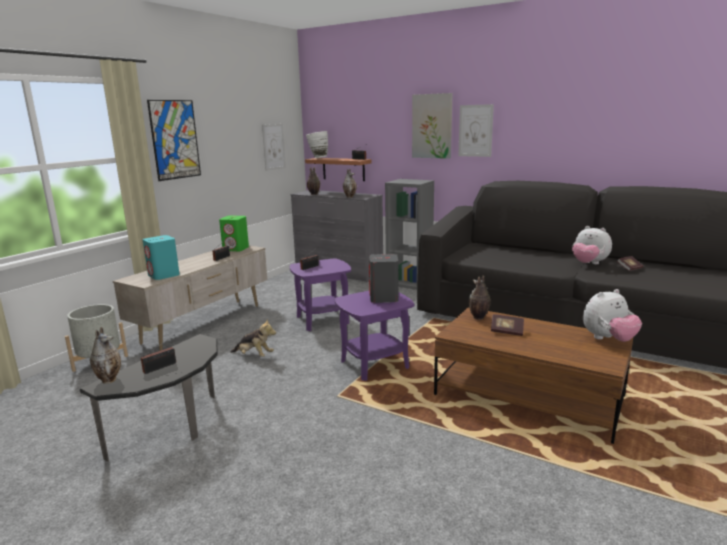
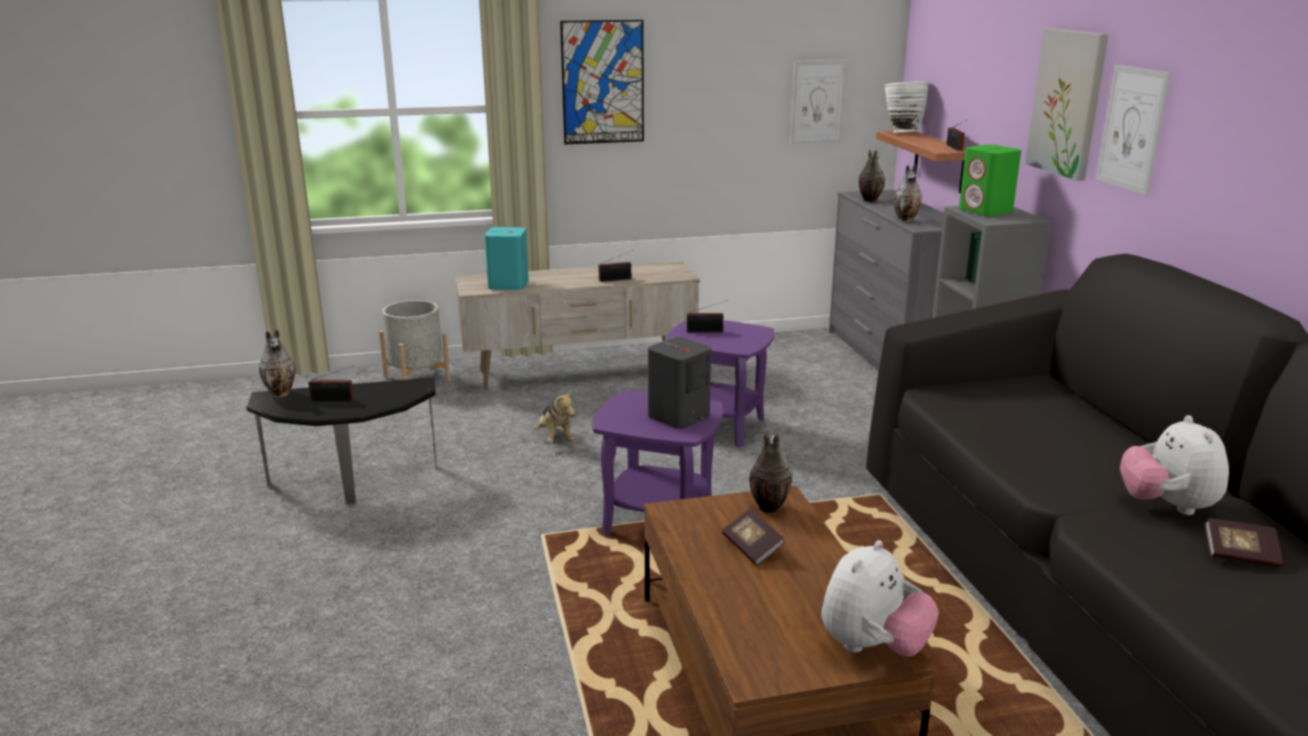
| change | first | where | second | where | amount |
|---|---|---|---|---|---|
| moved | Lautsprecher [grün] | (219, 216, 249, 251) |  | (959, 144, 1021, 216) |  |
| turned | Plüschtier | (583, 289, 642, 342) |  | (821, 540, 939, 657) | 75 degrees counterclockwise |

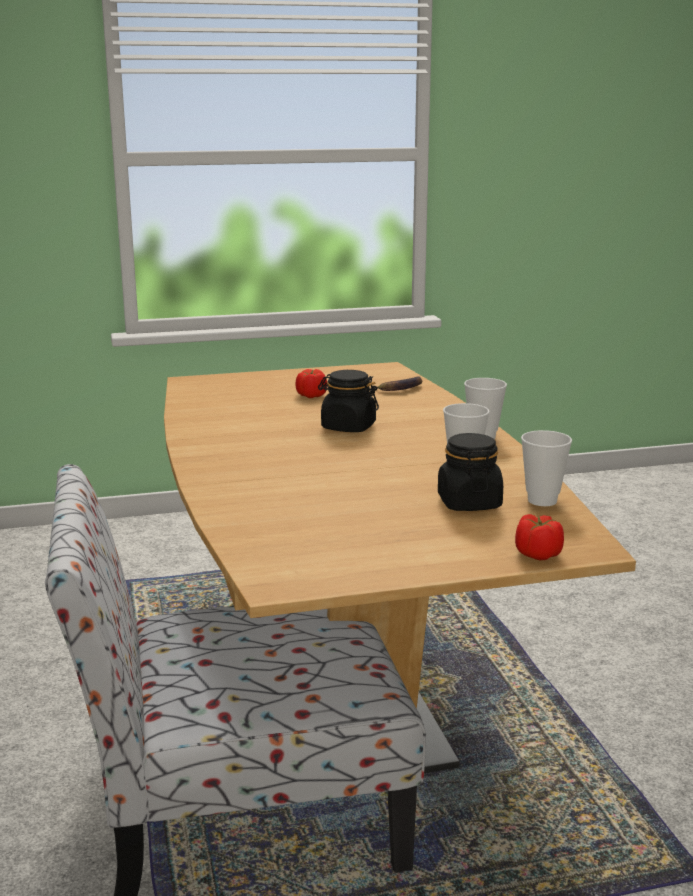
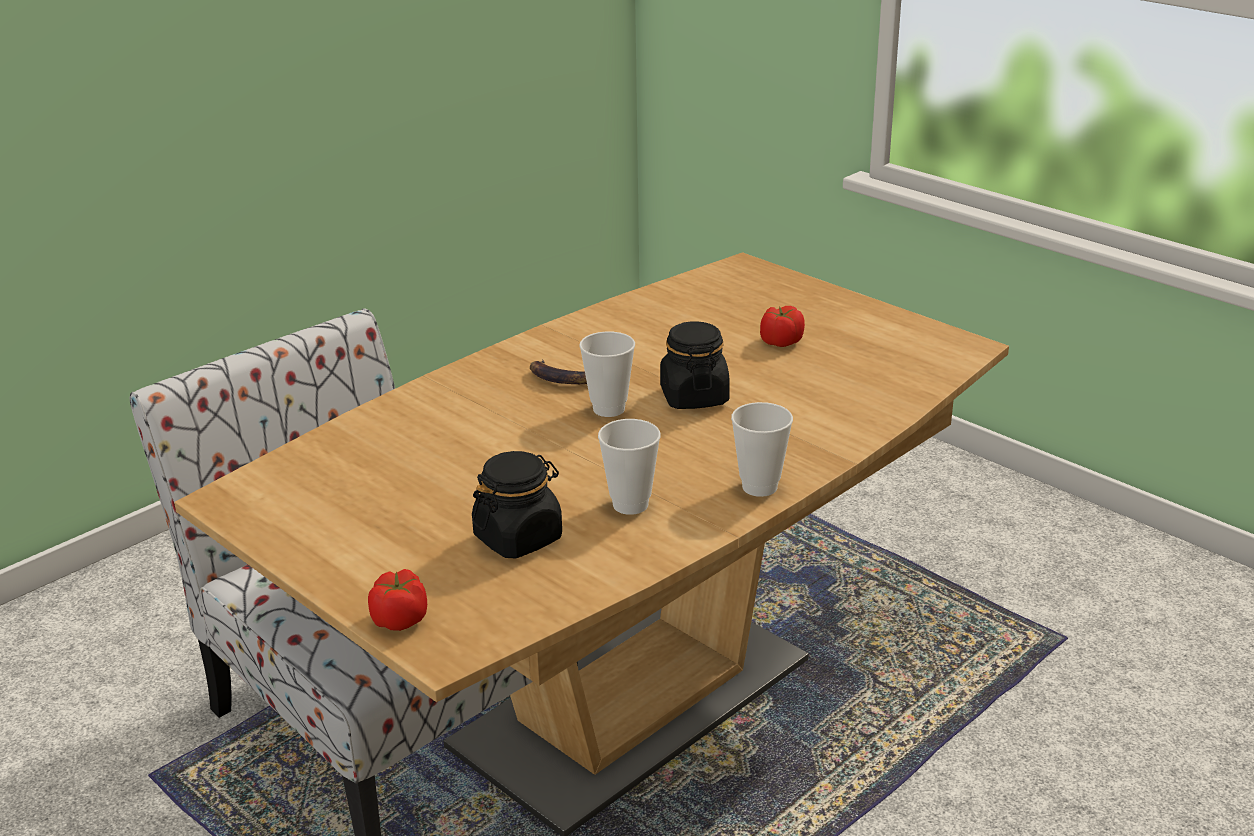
| change | first | where | second | where | amount |
|---|---|---|---|---|---|
| moved | Banane | (373, 376, 422, 391) |  | (530, 360, 587, 384) |  |
| moved | Tasse | (521, 430, 572, 506) |  | (579, 332, 635, 417) |  |

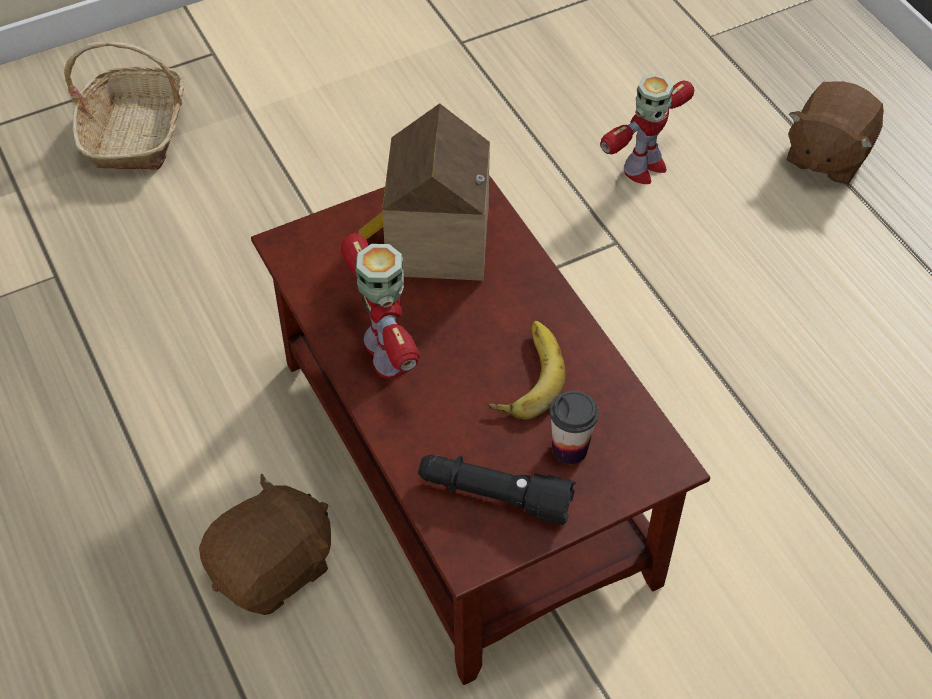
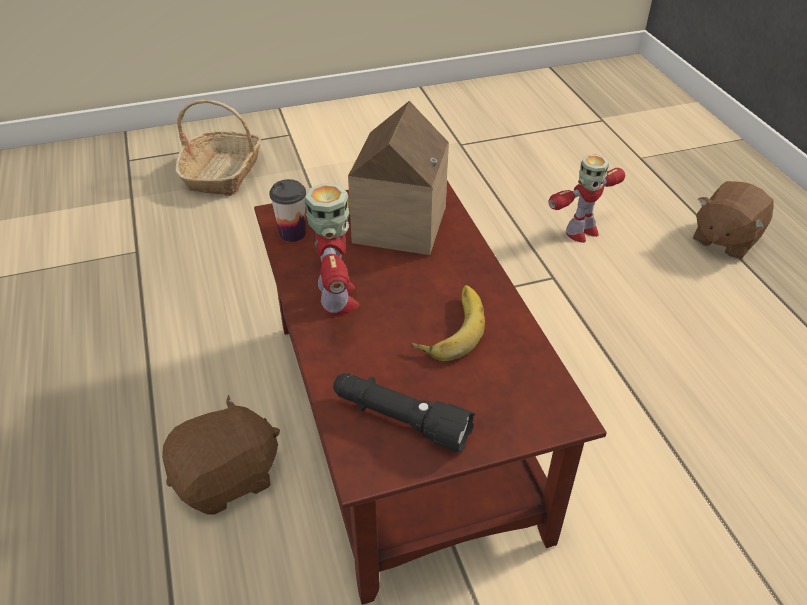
| change | first | where | second | where | amount |
|---|---|---|---|---|---|
| moved | Tasse | (550, 390, 599, 464) |  | (269, 179, 306, 242) |  |

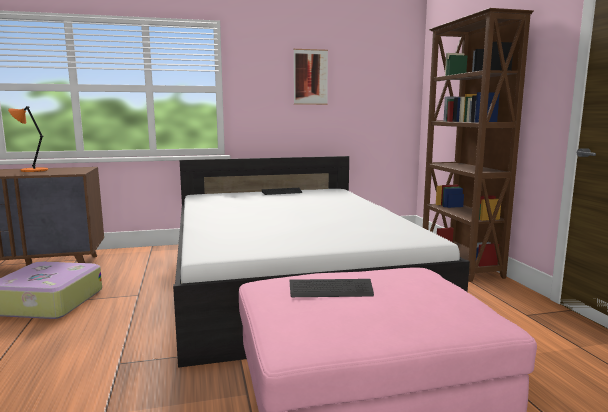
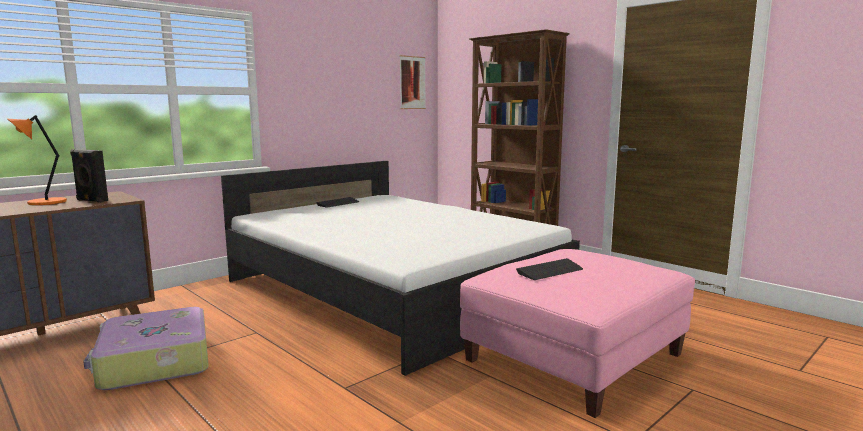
| change | first | where | second | where | amount |
|---|---|---|---|---|---|
| added |  |  | Lautsprecher [schwarz] | (70, 149, 108, 203) |  |
| moved | Bild | (294, 49, 328, 105) |  | (400, 55, 426, 109) |  |

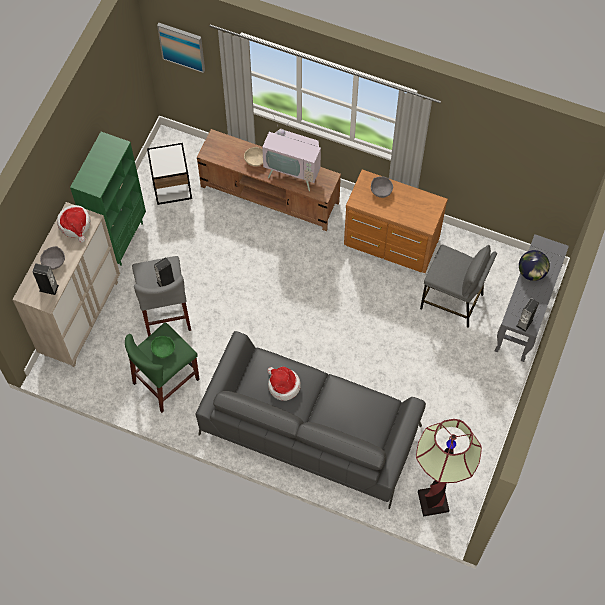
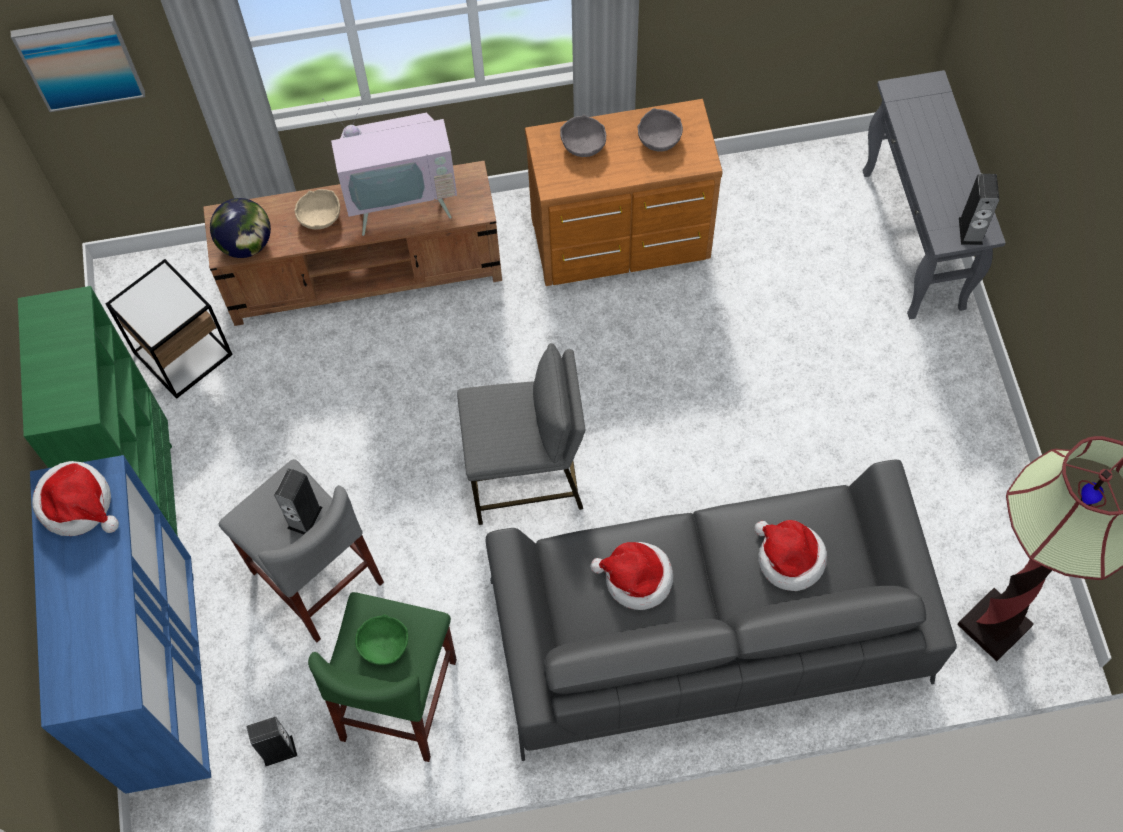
| change | first | where | second | where | amount |
|---|---|---|---|---|---|
| added |  |  | Hut | (755, 520, 827, 591) |  |
| moved | Lautsprecher | (33, 263, 59, 295) |  | (246, 717, 297, 767) |  |
| moved | Schüssel [grau] | (40, 246, 65, 270) |  | (638, 108, 683, 152) |  |
| moved | Hocker [grau] | (420, 245, 497, 328) |  | (457, 343, 585, 525) |  |
| moved | Globus | (519, 250, 550, 281) |  | (210, 198, 271, 258) |  |
| recoloured | Schrank [beige] | (13, 202, 120, 367) | Schrank [blau] | (30, 455, 211, 794) |  |

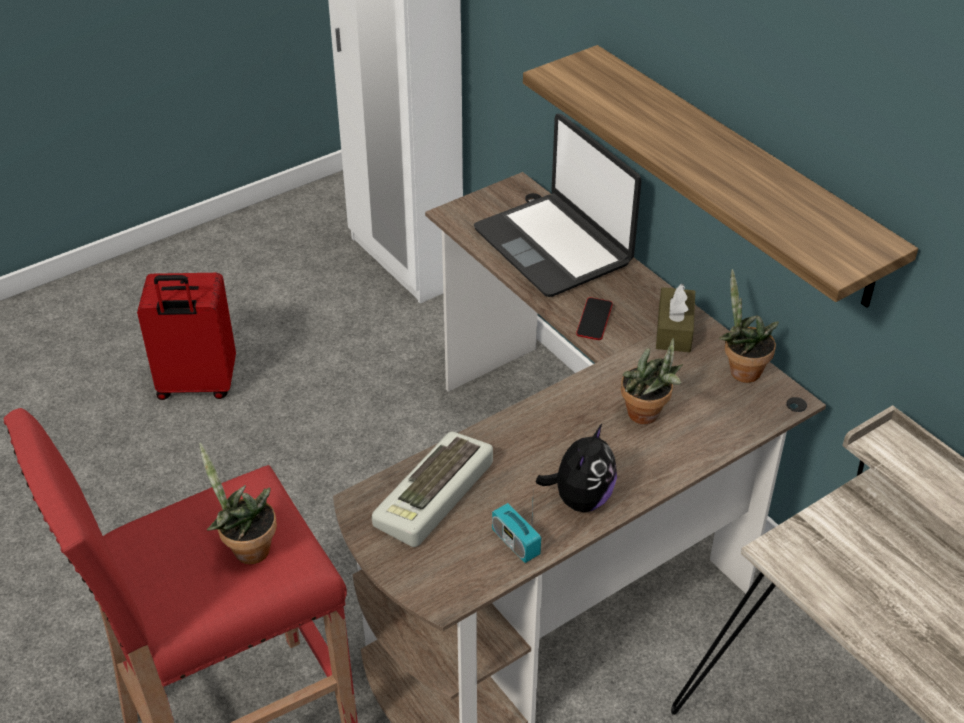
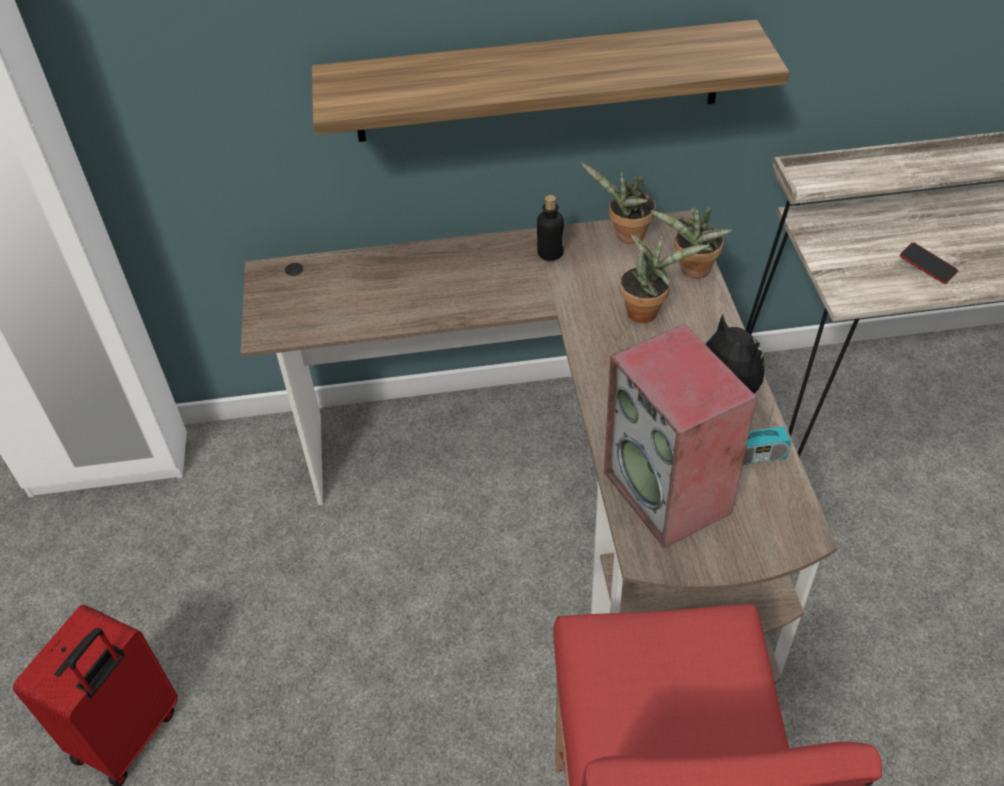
| change | first | where | second | where | amount |
|---|---|---|---|---|---|
| removed | Laptop | (474, 114, 642, 297) |  |  |  |
| moved | Topfpflanze | (199, 443, 277, 564) |  | (650, 207, 732, 279) |  |
| moved | Handy | (576, 297, 613, 340) |  | (900, 243, 958, 284) |  |
| replaced | Tastatur | (372, 432, 493, 547) | Lautsprecher | (604, 324, 757, 548) |  |
| replaced | Taschentuchbox [braun] | (656, 284, 695, 352) | Flasche | (537, 195, 564, 261) |  |

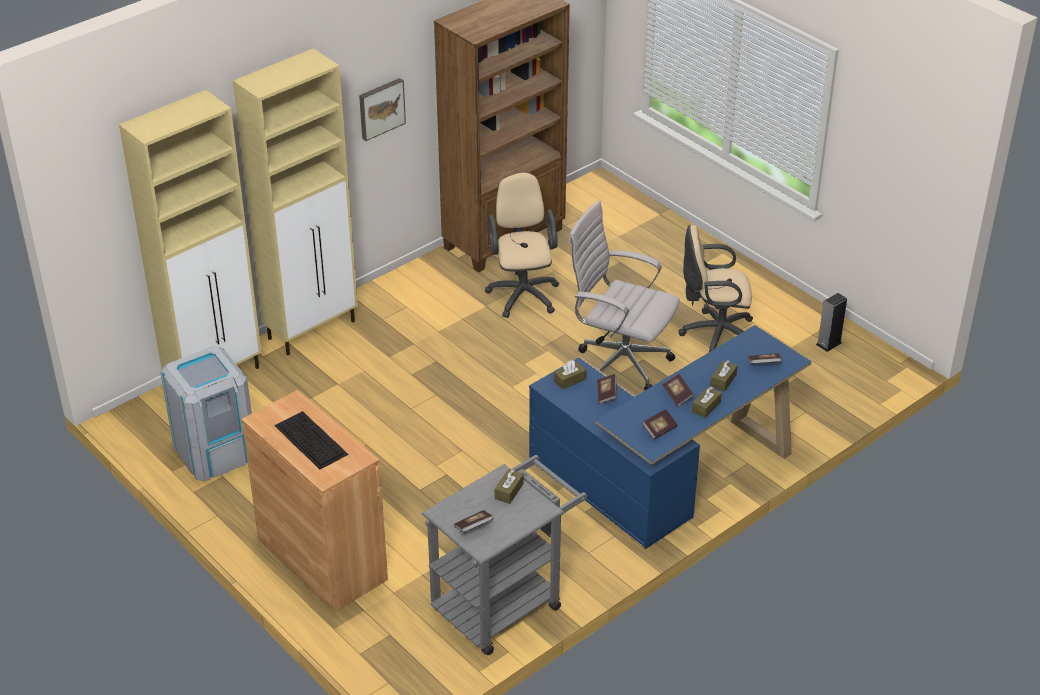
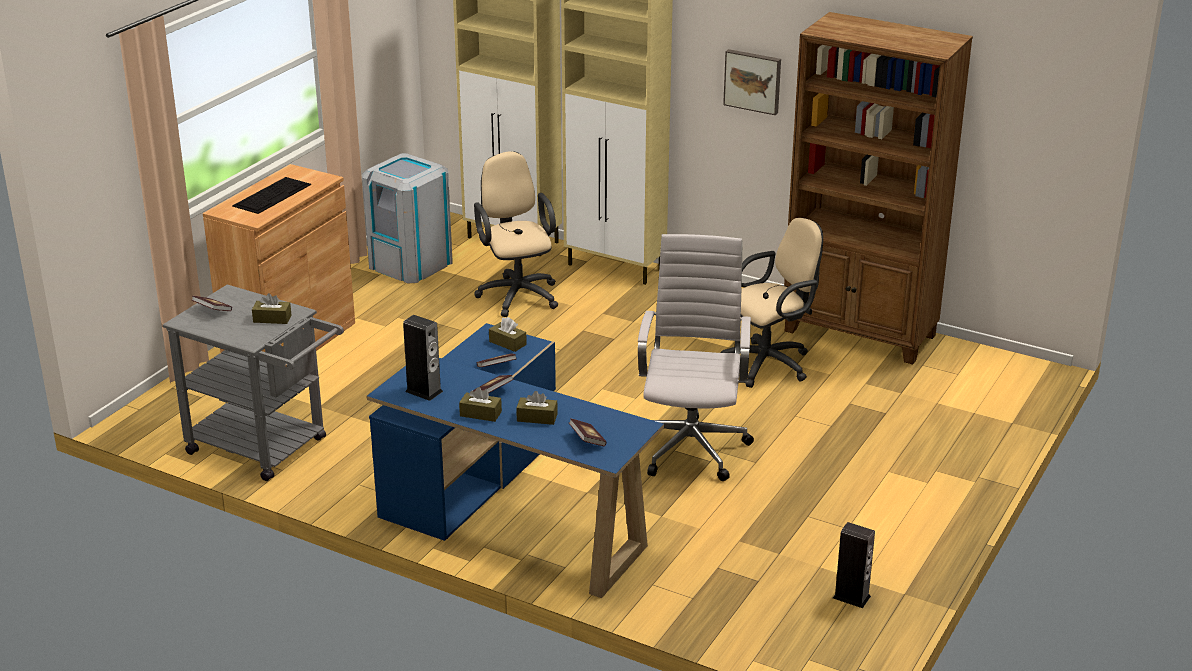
| change | first | where | second | where | amount |
|---|---|---|---|---|---|
| moved | Bürostuhl [beige] | (679, 225, 753, 353) |  | (474, 151, 558, 317) |  |
| replaced | Buch | (642, 409, 677, 440) | Lautsprecher | (403, 315, 443, 401) |  |

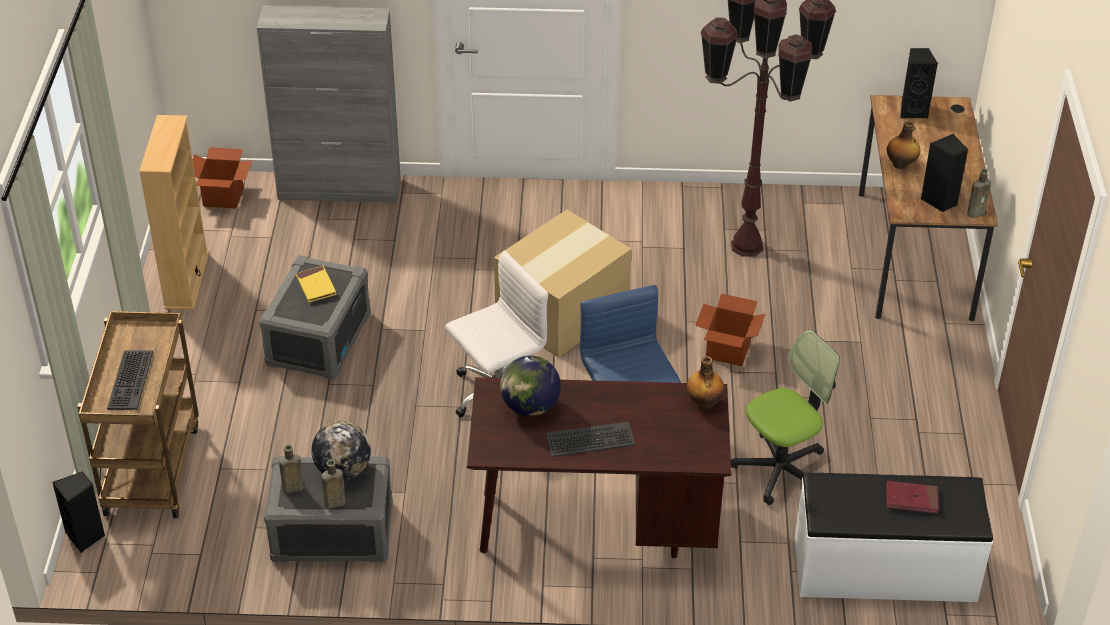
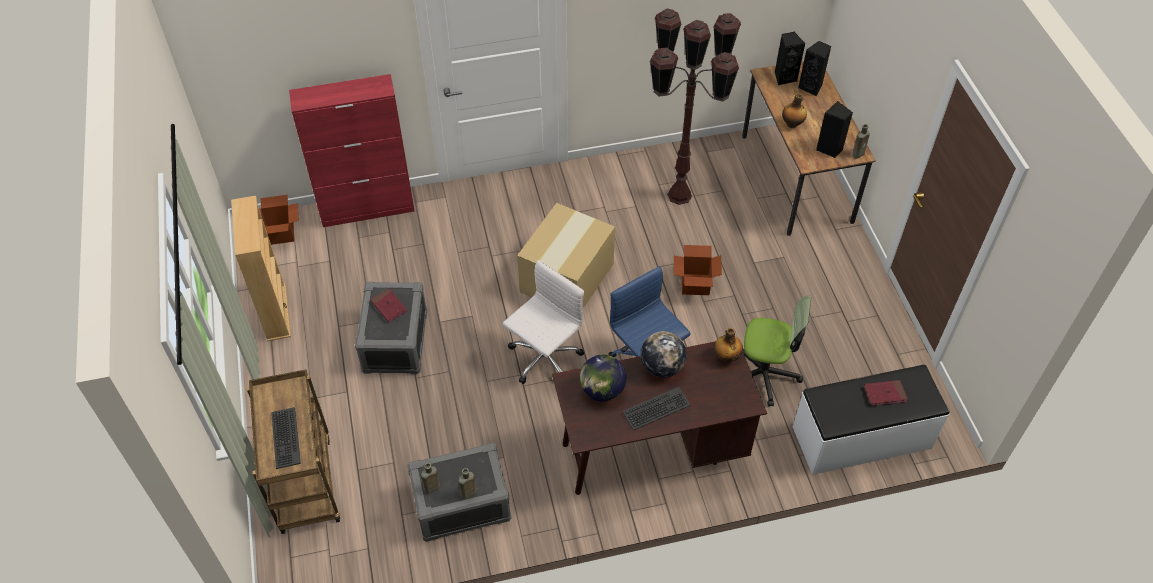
| change | first | where | second | where | amount |
|---|---|---|---|---|---|
| moved | Lautsprecher [schwarz] | (52, 471, 105, 553) |  | (798, 41, 831, 96) |  |
| moved | Globus | (311, 420, 371, 480) |  | (641, 331, 687, 378) |  |
| recoloured | Schrank [grau] | (257, 5, 401, 203) | Schrank [rot] | (289, 74, 415, 227) |  |
| recoloured | Buch [gelb] | (296, 266, 336, 302) | Buch [rot] | (370, 288, 407, 322) |  |
| turned | Bürostuhl | (731, 330, 840, 505) |  | (743, 296, 811, 406) | 60 degrees clockwise |

